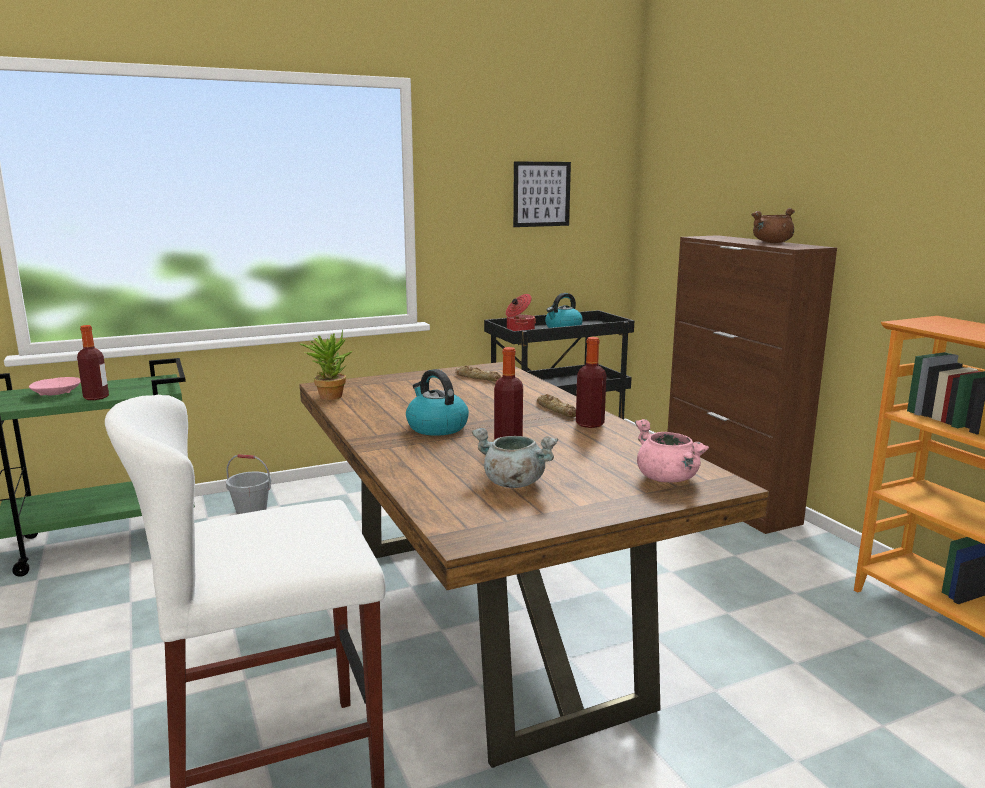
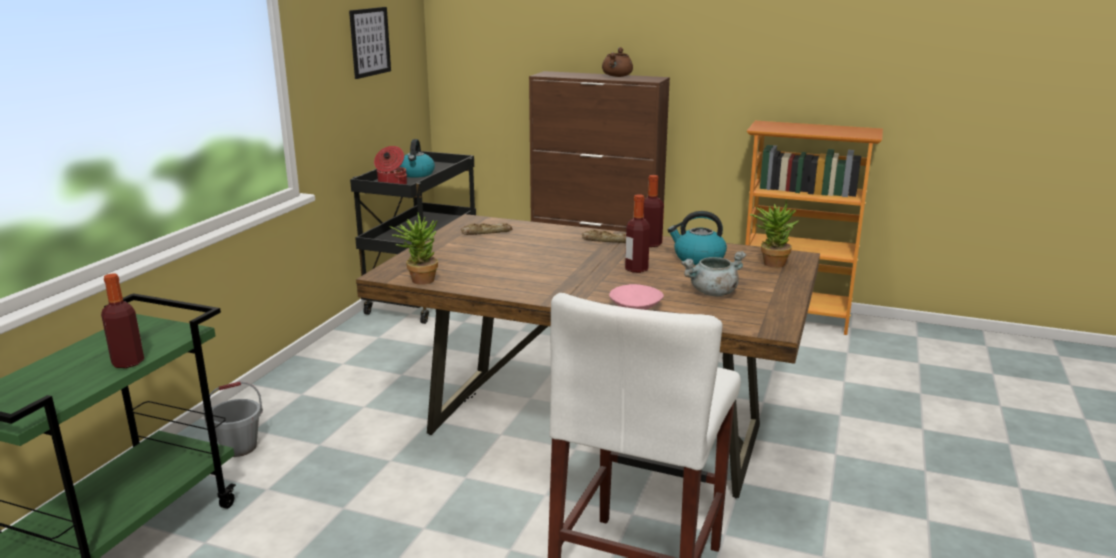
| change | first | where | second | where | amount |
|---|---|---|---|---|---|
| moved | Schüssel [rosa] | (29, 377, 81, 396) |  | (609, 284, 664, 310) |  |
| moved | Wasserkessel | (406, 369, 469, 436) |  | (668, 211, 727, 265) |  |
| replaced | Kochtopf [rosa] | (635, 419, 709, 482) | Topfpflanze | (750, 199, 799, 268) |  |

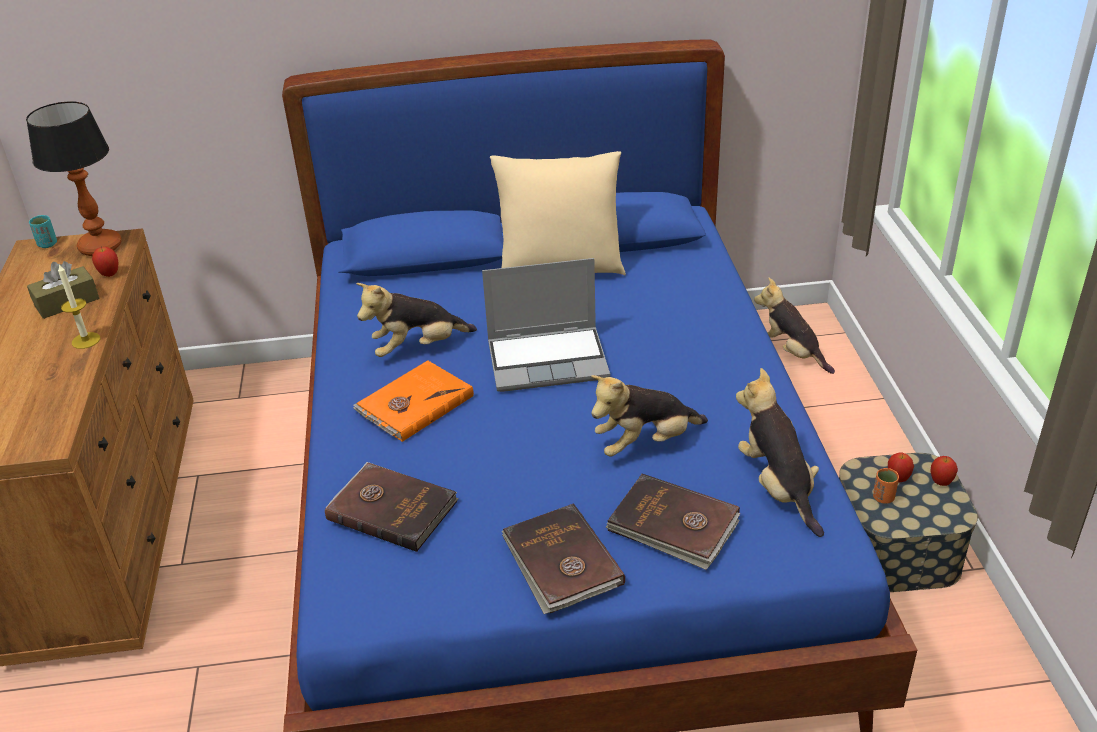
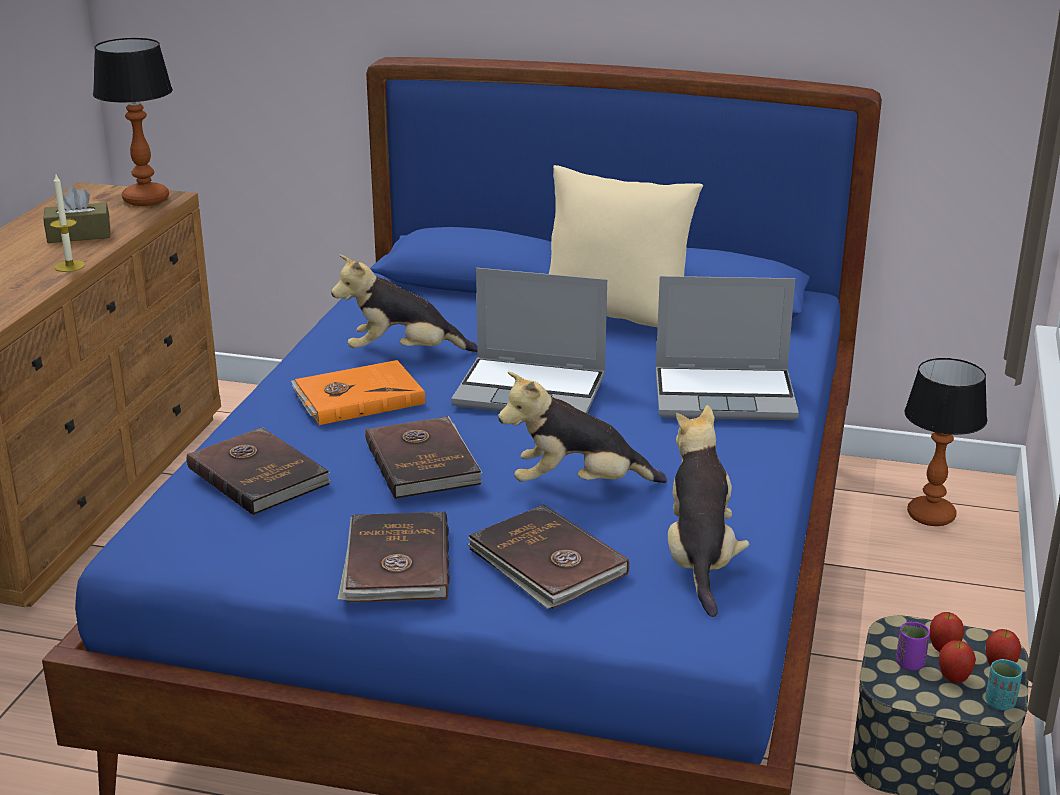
| change | first | where | second | where | amount |
|---|---|---|---|---|---|
| added |  |  | Buch [braun] | (365, 416, 482, 499) |  |
| added |  |  | Laptop | (656, 276, 799, 420) |  |
| moved | Tasse [türkis] | (29, 215, 57, 248) |  | (985, 659, 1022, 710) |  |
| moved | Apfel | (92, 247, 119, 277) |  | (939, 640, 976, 683) |  |
| replaced | Plüschtier | (754, 278, 835, 374) | Tischlampe | (904, 358, 987, 526) |  |
| recoloured | Tasse [orange] | (873, 468, 899, 504) | Tasse [lila] | (896, 622, 930, 671) |  |

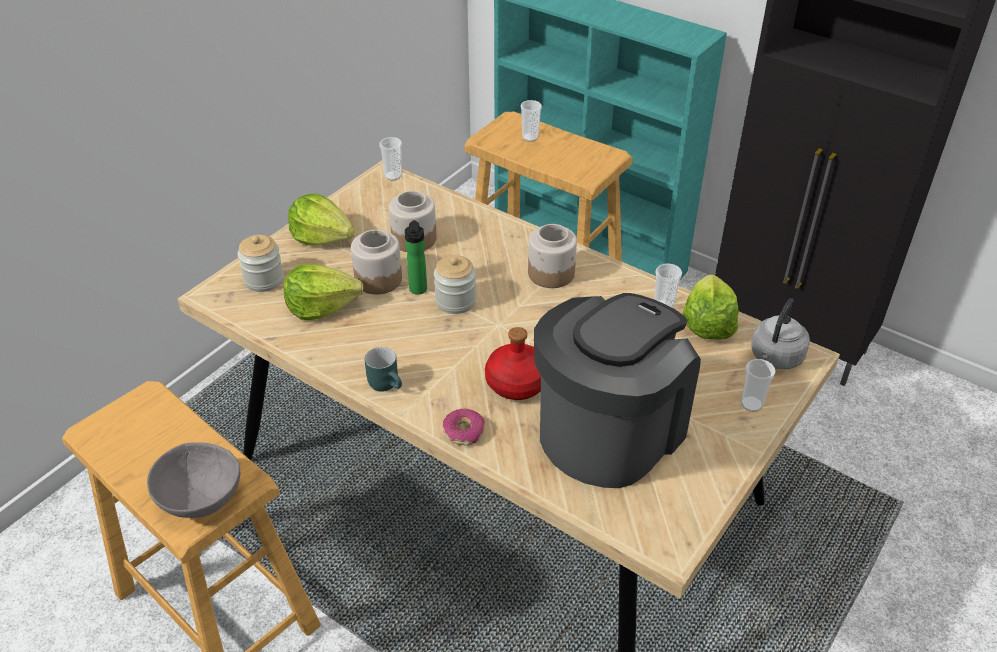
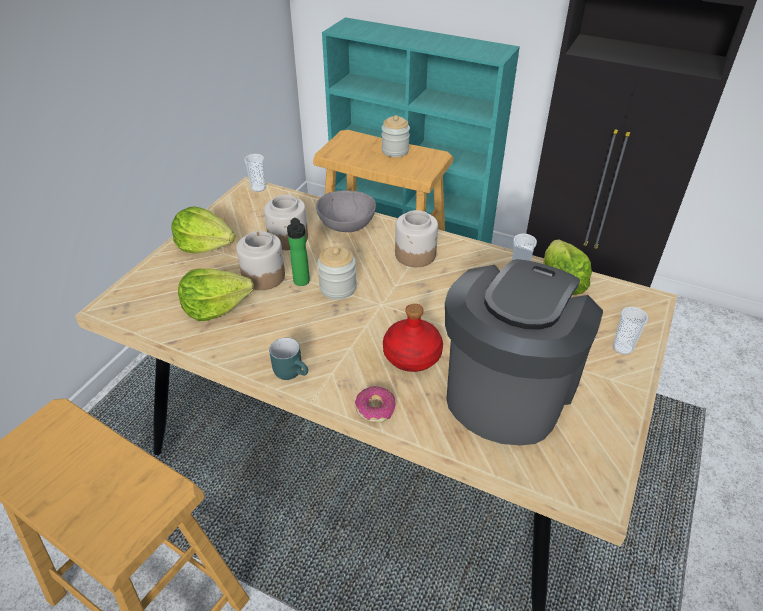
| change | first | where | second | where | amount |
|---|---|---|---|---|---|
| removed | Tasse | (521, 100, 542, 142) |  |  |  |
| removed | Wasserkessel [grau] | (751, 298, 810, 369) |  |  |  |
| moved | Schüssel [grau] | (147, 442, 240, 518) |  | (316, 190, 376, 232) |  |
| moved | Vorratsglas | (237, 235, 284, 292) |  | (382, 115, 410, 157) |  |

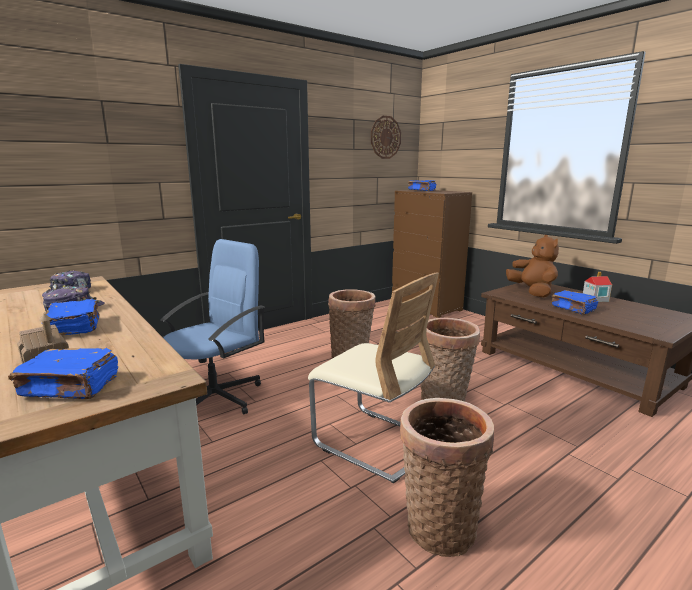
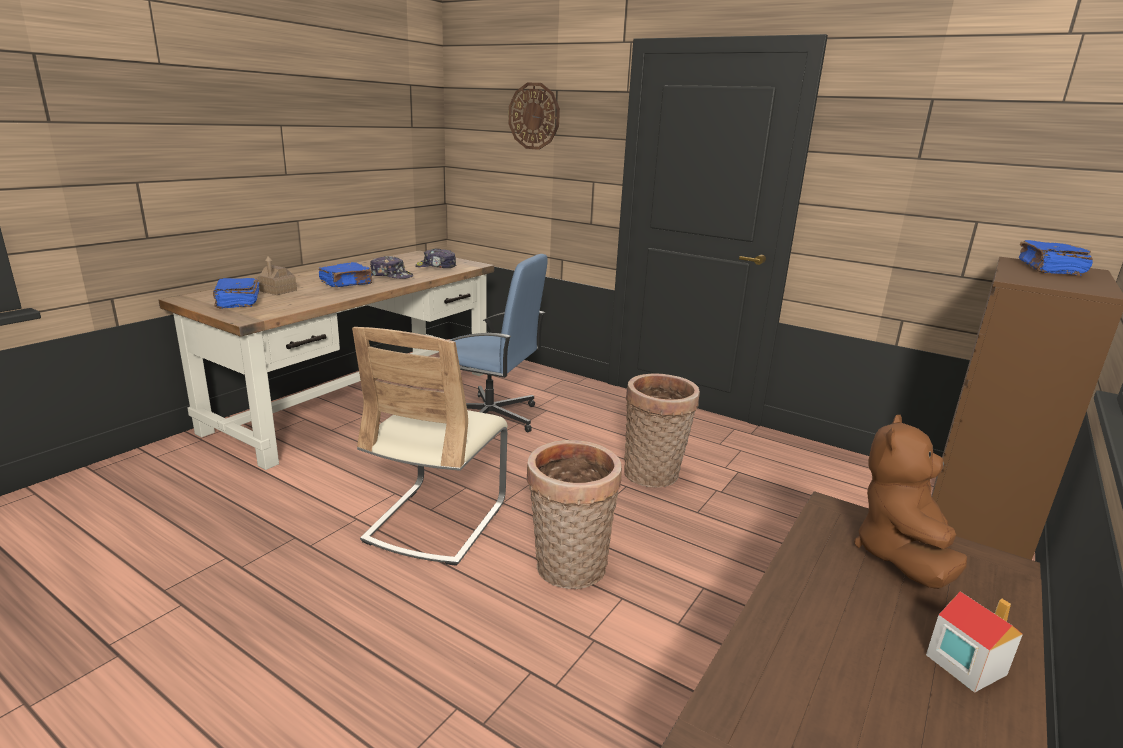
| change | first | where | second | where | amount |
|---|---|---|---|---|---|
| removed | Korb | (400, 398, 494, 557) |  |  |  |
| removed | Buch [blau] | (551, 290, 598, 315) |  |  |  |
| moved | Wanduhr | (371, 116, 401, 159) |  | (508, 83, 560, 150) |  |
| turned | Plüschtier [braun] | (506, 235, 559, 297) |  | (854, 415, 967, 589) | 150 degrees clockwise |

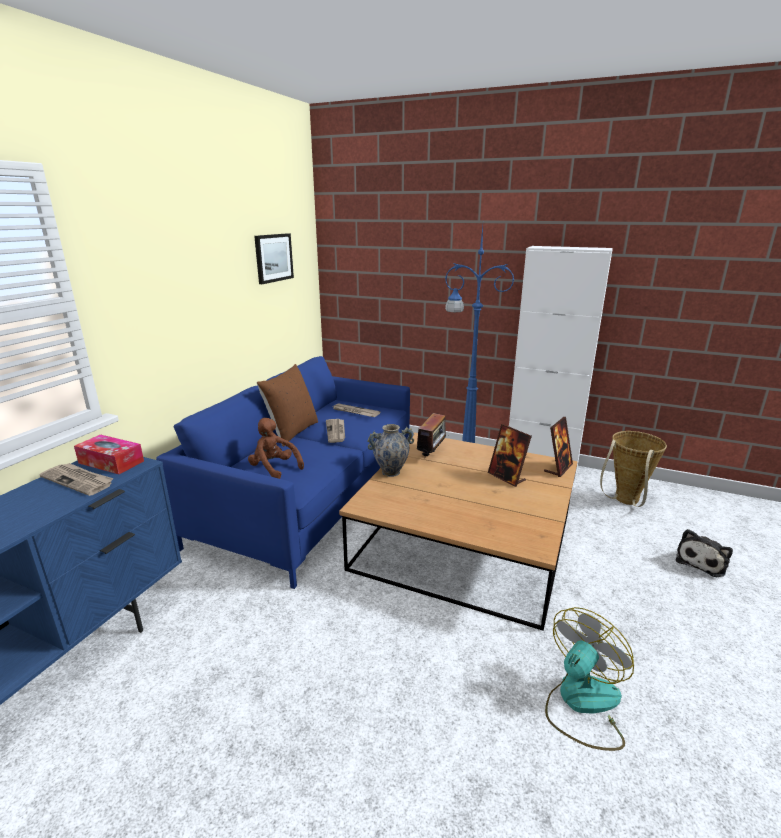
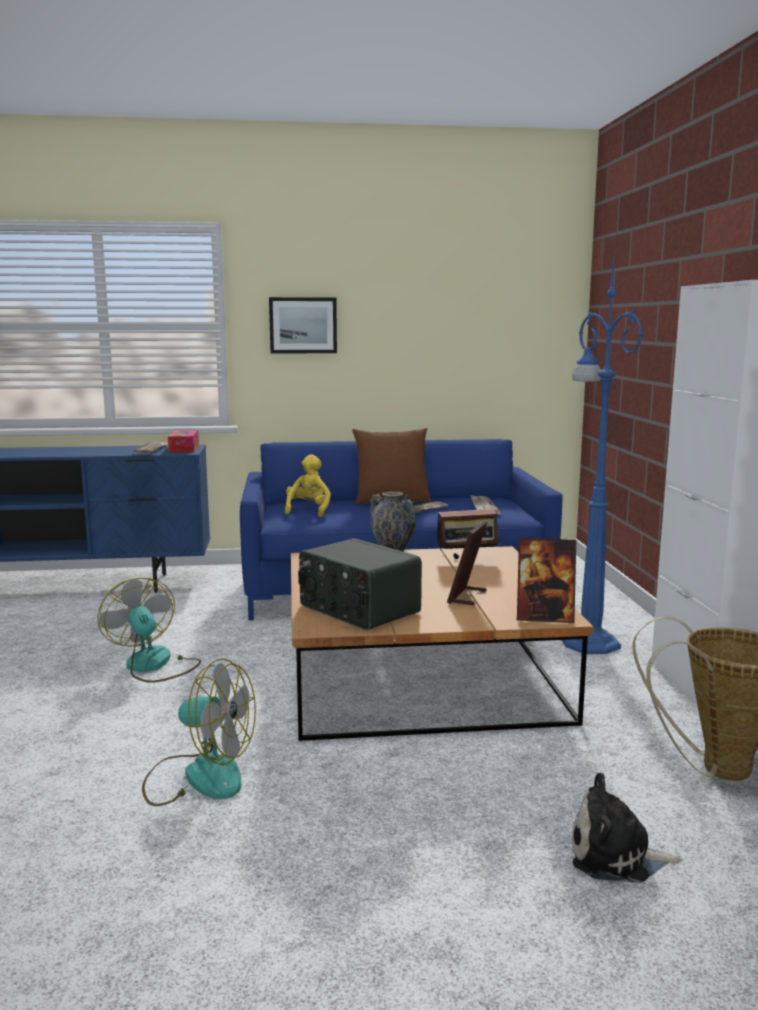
| change | first | where | second | where | amount |
|---|---|---|---|---|---|
| added |  |  | Ventilator | (97, 578, 201, 683) |  |
| added |  |  | Radio | (298, 538, 422, 630) |  |
| moved | Bild | (254, 233, 294, 284) |  | (269, 297, 337, 354) |  |
| recoloured | Plüschtier [braun] | (248, 418, 304, 479) | Plüschtier [gelb] | (285, 455, 331, 517) |  |

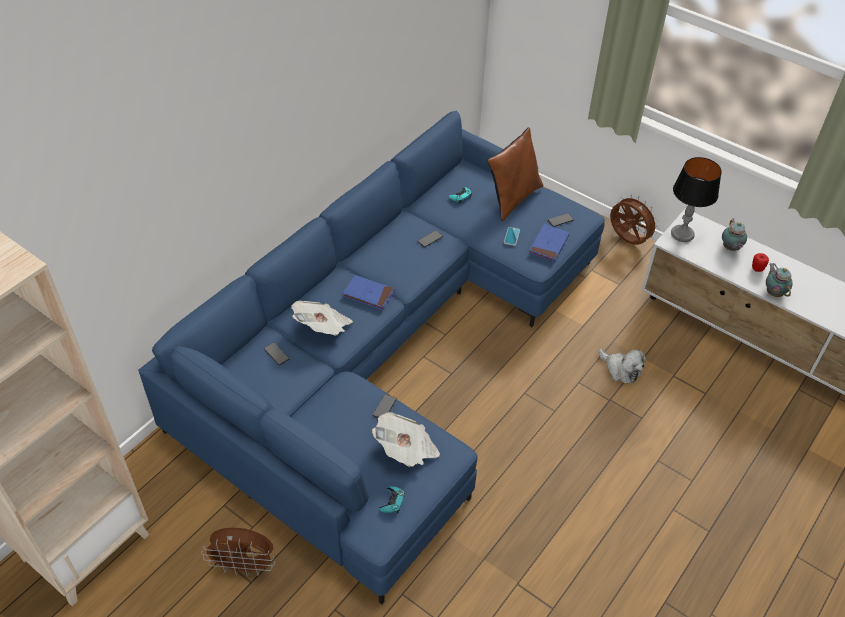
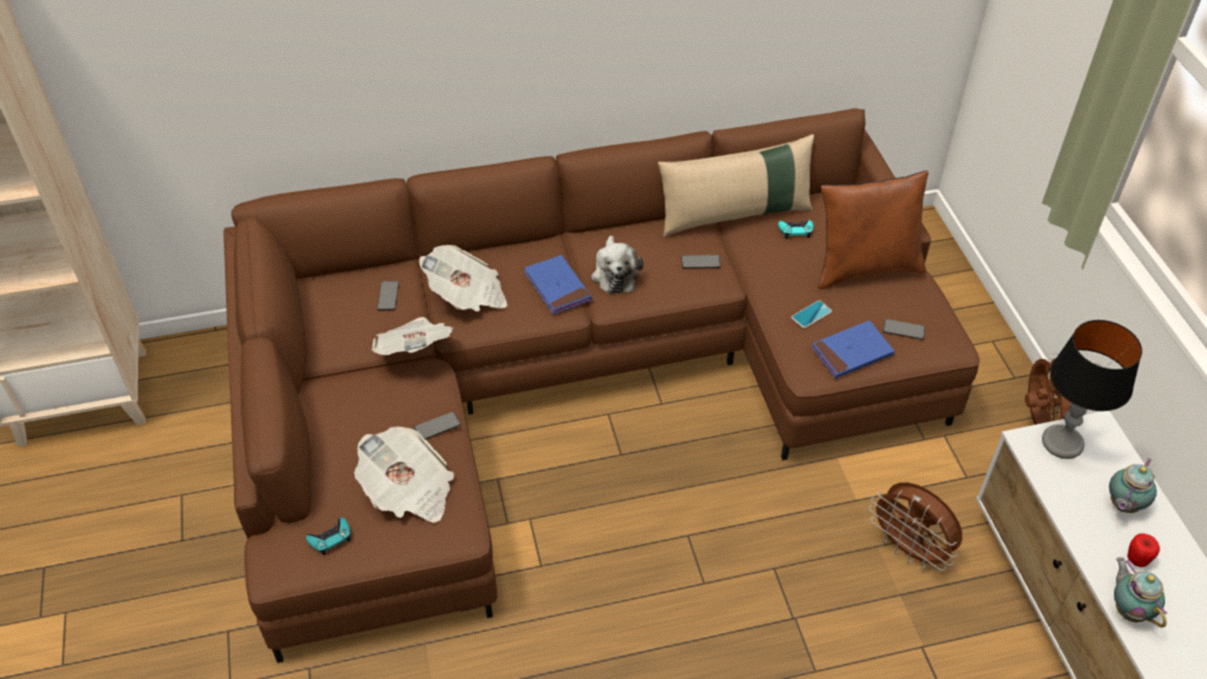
| change | first | where | second | where | amount |
|---|---|---|---|---|---|
| added |  |  | Zeitung | (372, 317, 453, 355) |  |
| added |  |  | Kissen [beige] | (658, 134, 814, 237) |  |
| moved | Ventilator [braun] | (201, 528, 275, 577) |  | (869, 482, 962, 571) |  |
| moved | Plüschtier | (598, 349, 646, 384) |  | (591, 236, 643, 294) |  |
| recoloured | Sofa [blau] | (138, 111, 605, 604) | Sofa [braun] | (223, 108, 980, 663) |  |
| turned | Teekanne | (766, 263, 793, 297) |  | (1114, 557, 1168, 628) | 45 degrees counterclockwise |

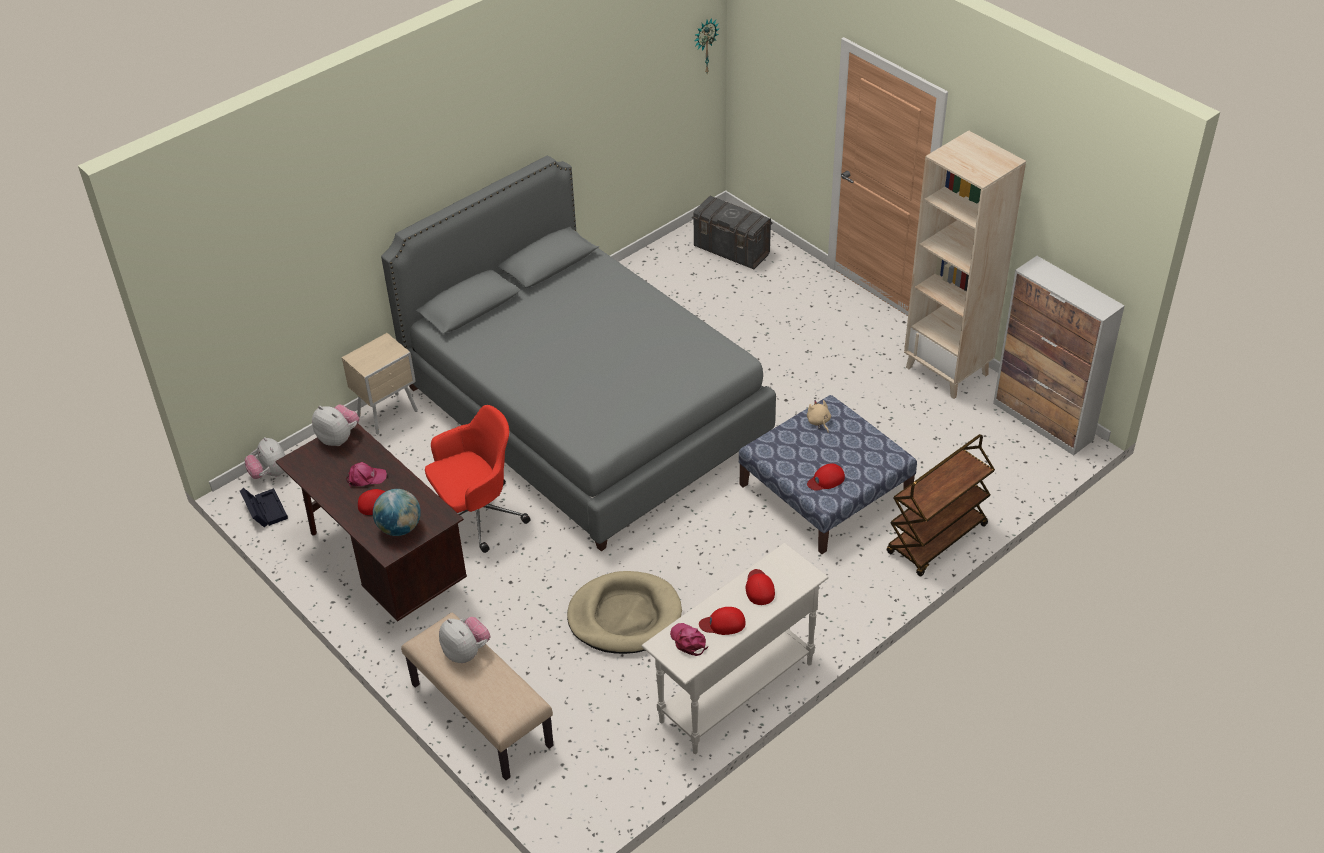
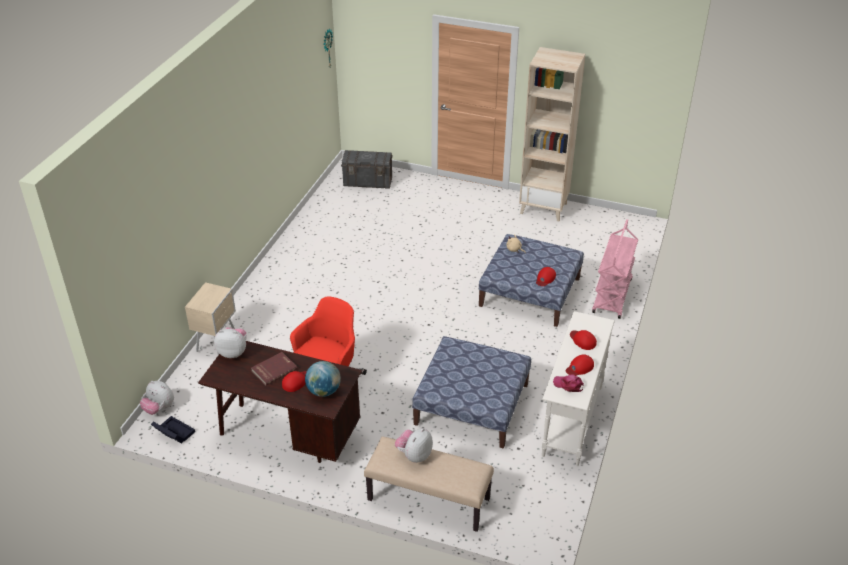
| change | first | where | second | where | amount |
|---|---|---|---|---|---|
| removed | Bett [grau] | (381, 156, 776, 551) |  |  |  |
| removed | Schrank | (993, 256, 1125, 456) |  |  |  |
| replaced | Kappe [rosa] | (346, 462, 387, 487) | Buch [rot] | (251, 352, 297, 386) |  |
| replaced | Hundebett [beige] | (567, 571, 682, 654) | Polsterhocker | (412, 336, 531, 449) |  |
| recoloured | Rollwagen [braun] | (887, 434, 995, 576) | Rollwagen [rosa] | (592, 219, 638, 319) |  |
| turned | Plüschtier | (439, 617, 490, 663) |  | (395, 428, 433, 463) | 75 degrees counterclockwise |

